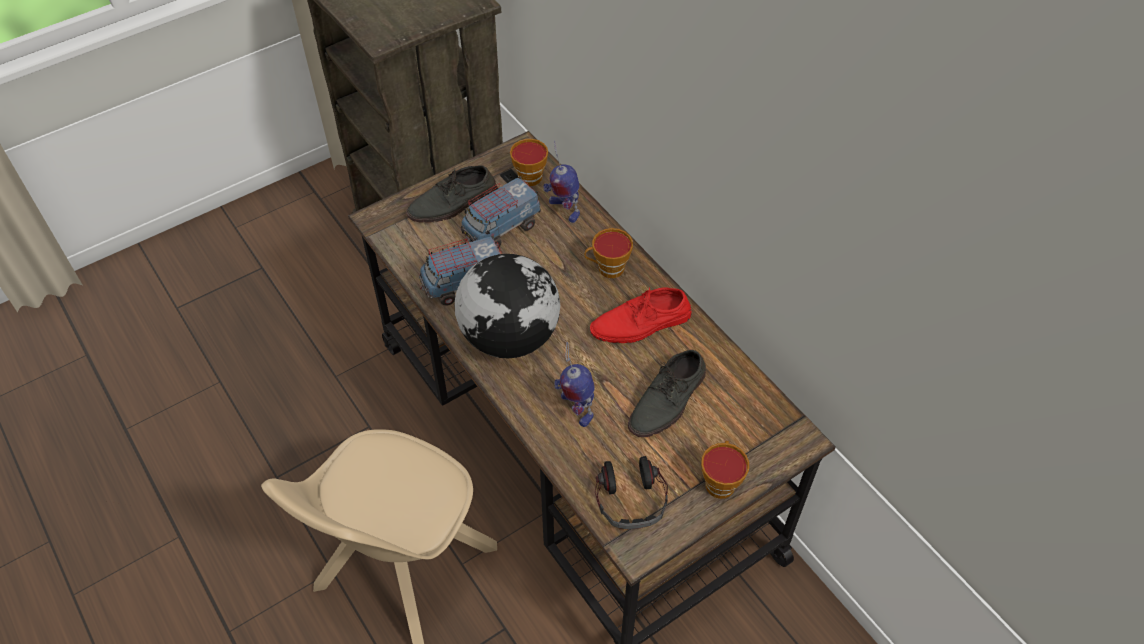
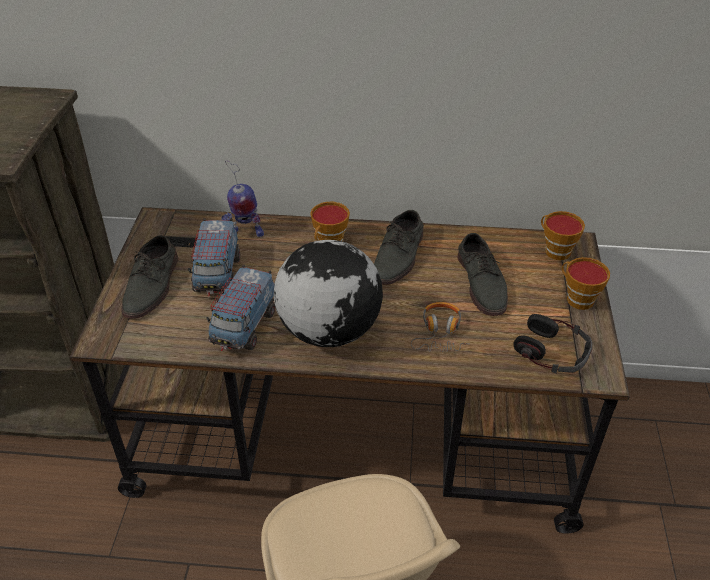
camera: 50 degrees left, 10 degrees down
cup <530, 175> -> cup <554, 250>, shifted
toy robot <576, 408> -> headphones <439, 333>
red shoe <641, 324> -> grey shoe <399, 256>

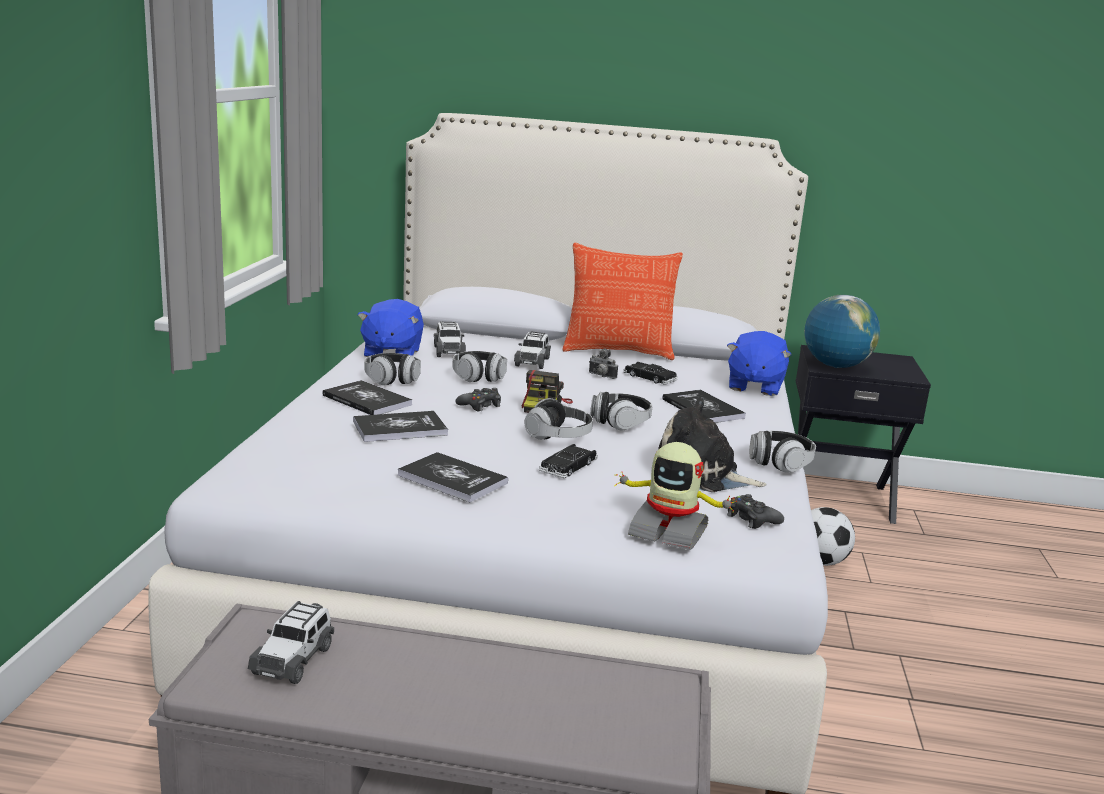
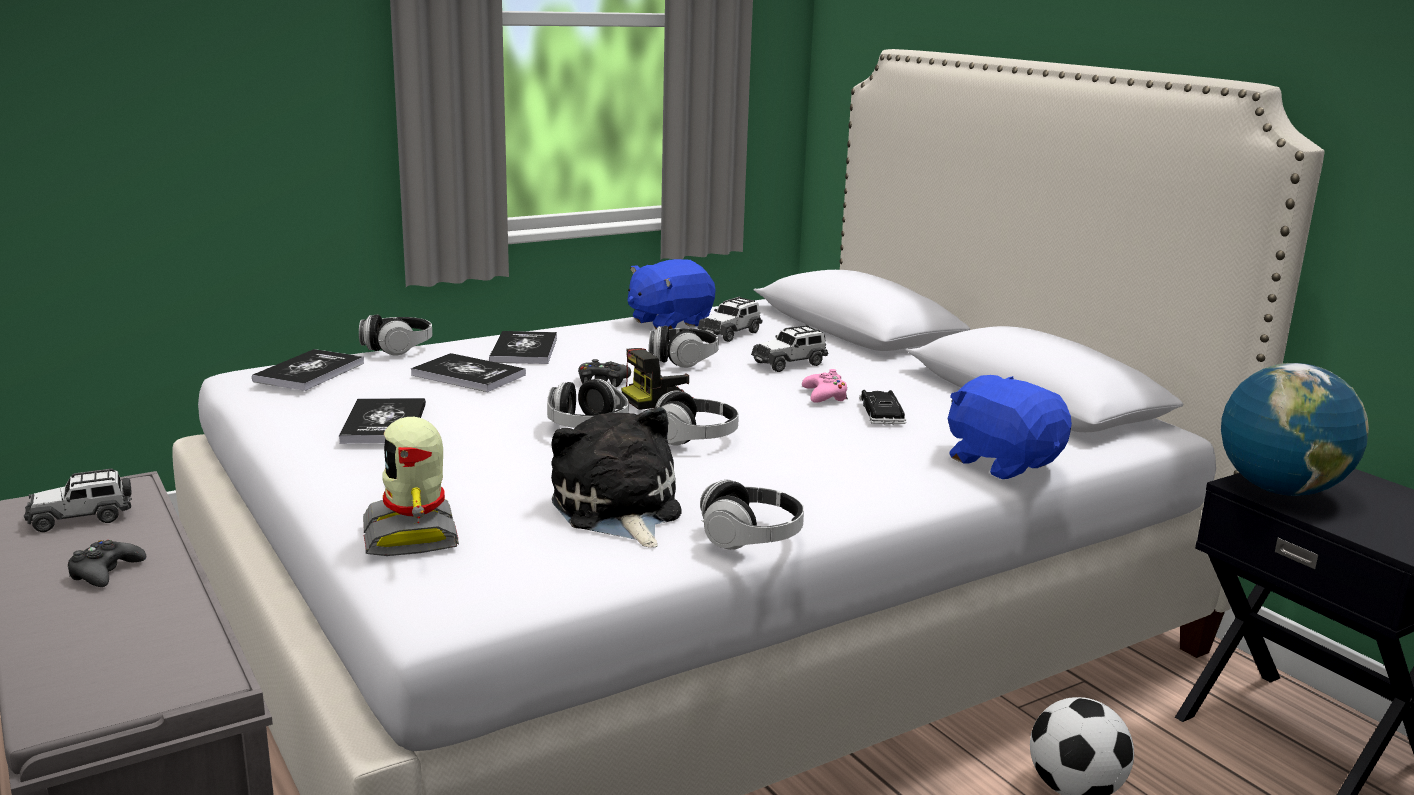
camera: 50 degrees right, 0 degrees up
headphones <392, 379> -> headphones <397, 348>, shifted
black toy car <568, 467> -> none
orange pillow <618, 351> -> none
photo camera <601, 376> -> pink game controller <824, 396>
book <702, 408> -> book <309, 372>, shifted
blue plush toy <754, 386> -> blue plush toy <1002, 462>, 75 degrees clockwise
black game controller <751, 519> -> black game controller <105, 572>, shifted

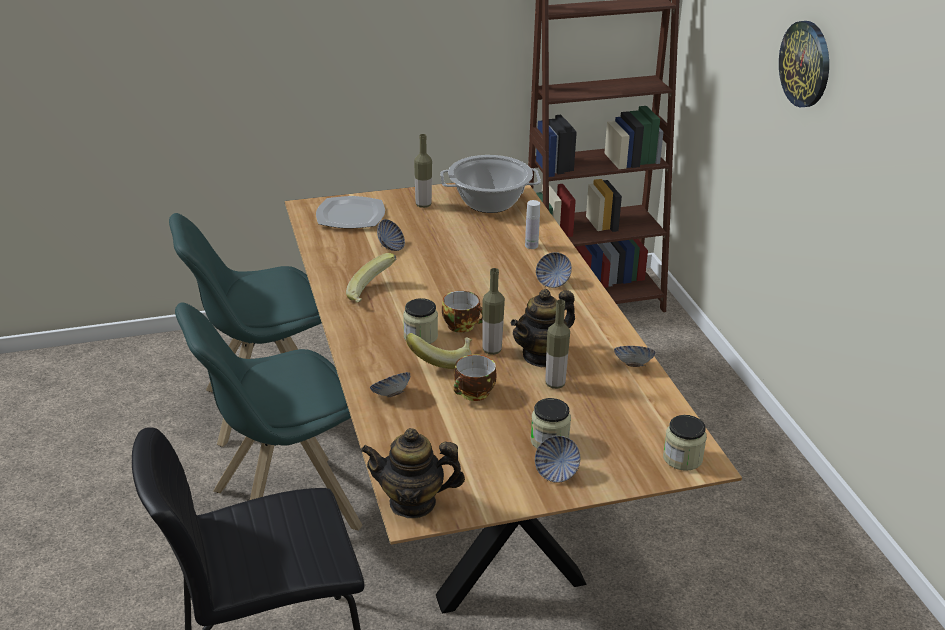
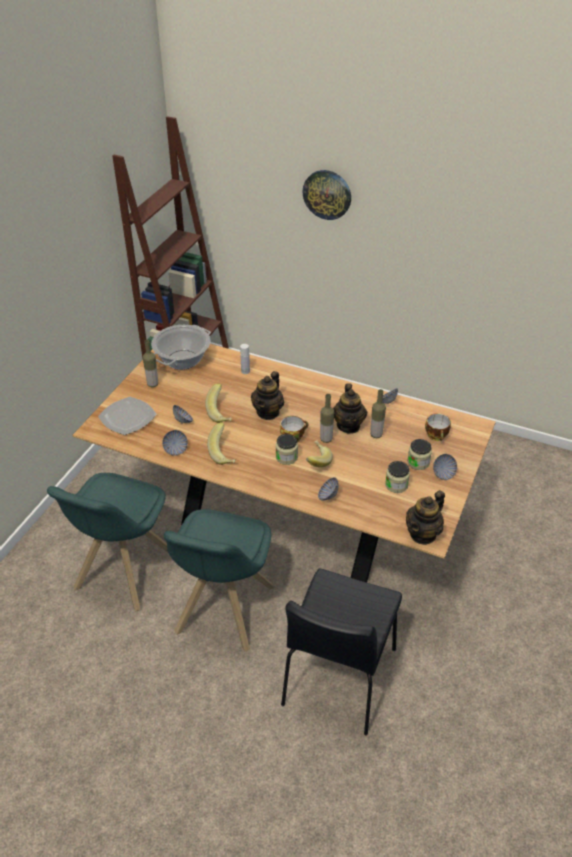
camera: 50 degrees left, 10 degrees up
cup <474, 394> -> cup <437, 436>, shifted
bowl <553, 282> -> bowl <175, 449>, shifted
jar <682, 458> -> jar <396, 485>, shifted
none -> banana <221, 412>
none -> teapot <268, 412>

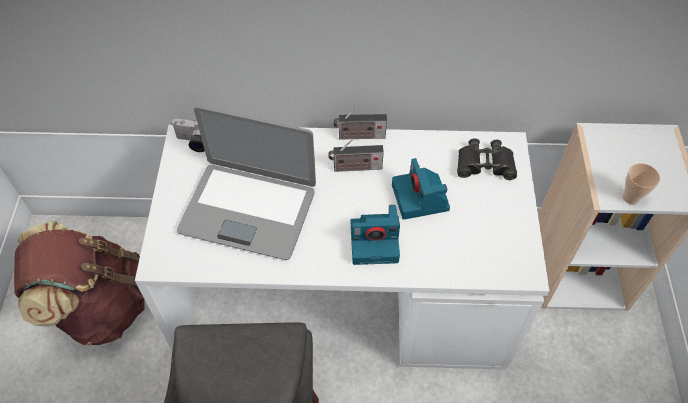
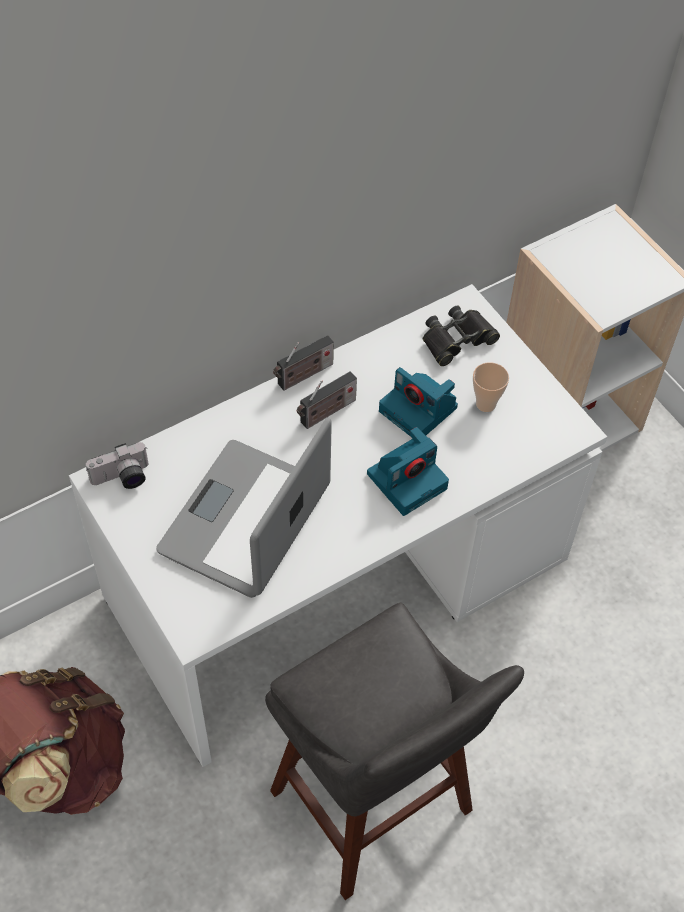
camera: 35 degrees left, 0 degrees up
laptop <248, 210> -> laptop <246, 520>, 135 degrees clockwise
cup <631, 197> -> cup <486, 404>, shifted

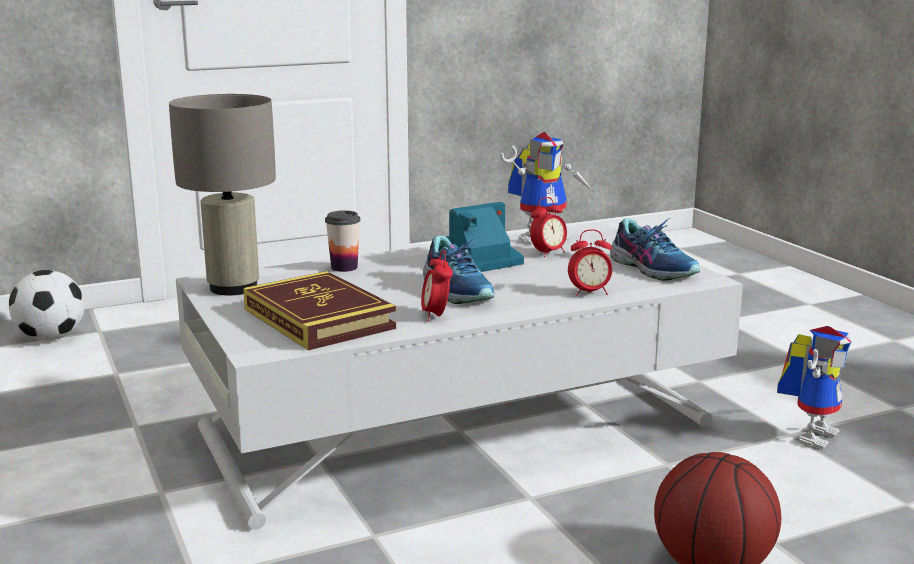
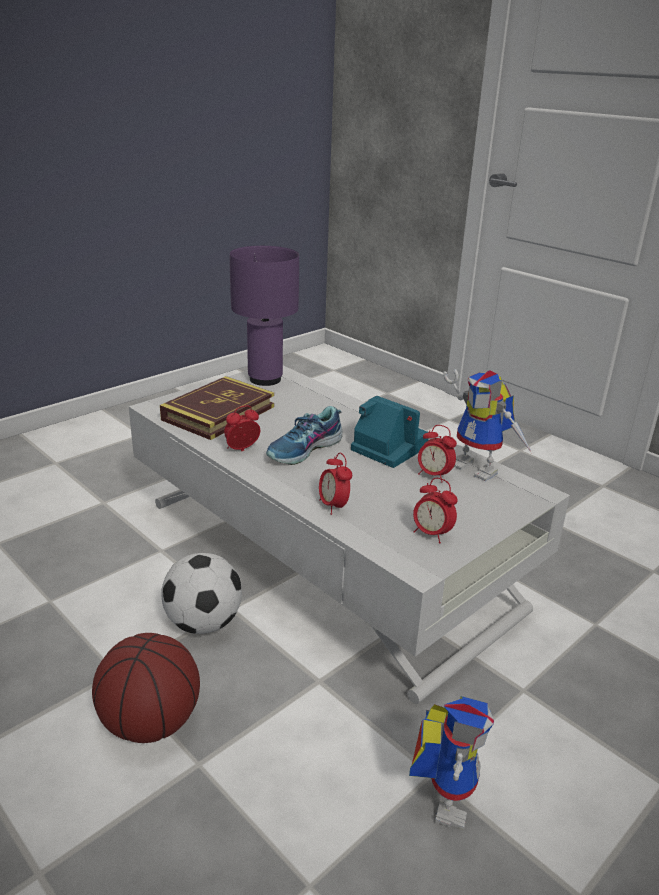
camera: 70 degrees right, 10 degrees up
football <51, 338> -> football <204, 623>, shifted
grey table lamp <235, 288> -> purple table lamp <265, 380>
cup <344, 267> -> none
shoe <653, 268> -> alarm clock <431, 534>
toy robot <811, 434> -> toy robot <444, 794>, 90 degrees counterclockwise

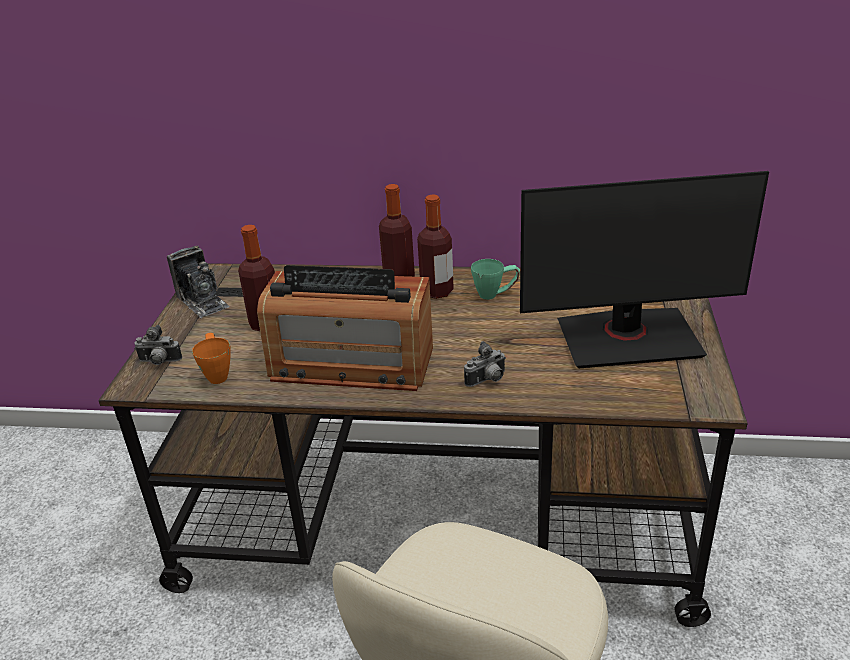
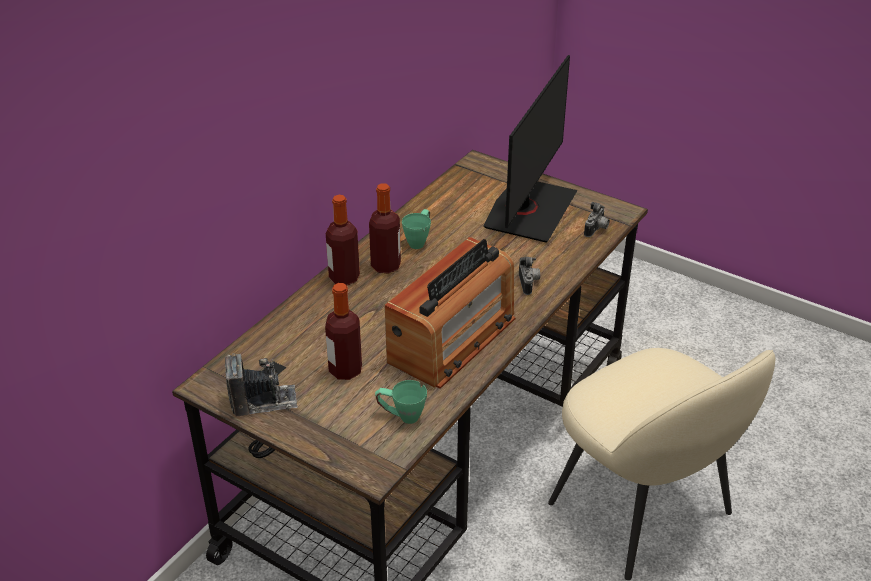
camera: 65 degrees left, 5 degrees up
photo camera <159, 362> -> photo camera <596, 230>, shifted
orange mug <217, 373> -> green mug <401, 416>

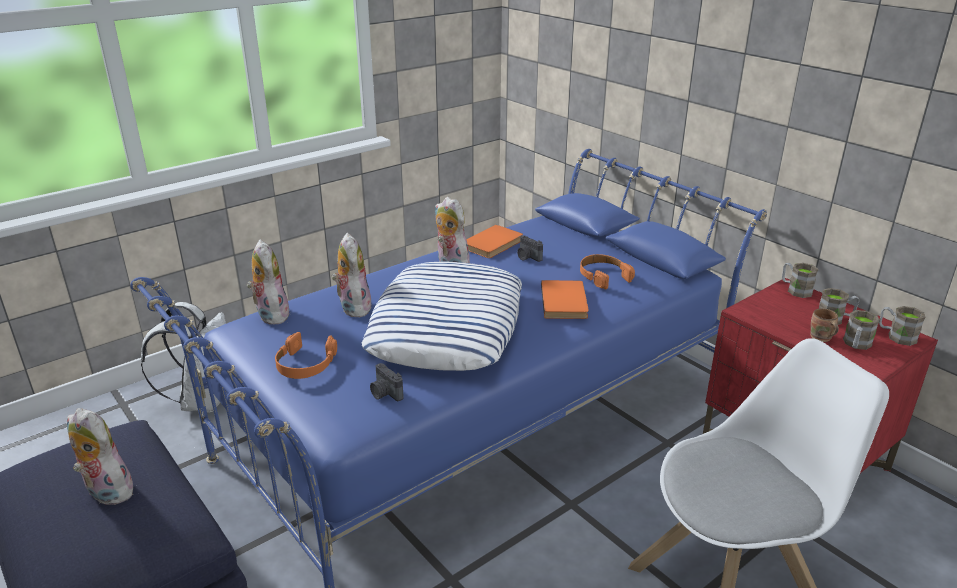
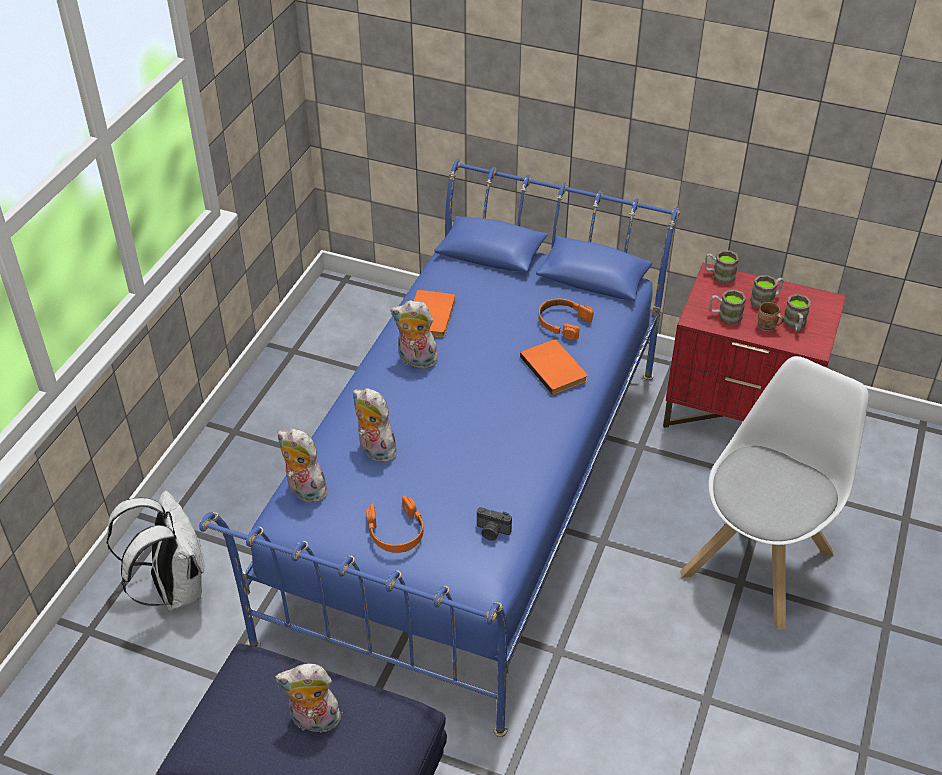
camera: 30 degrees left, 15 degrees up
pillow <447, 327> -> none
photo camera <527, 257> -> none
brown mug <896, 336> -> brown mug <725, 316>, shifted

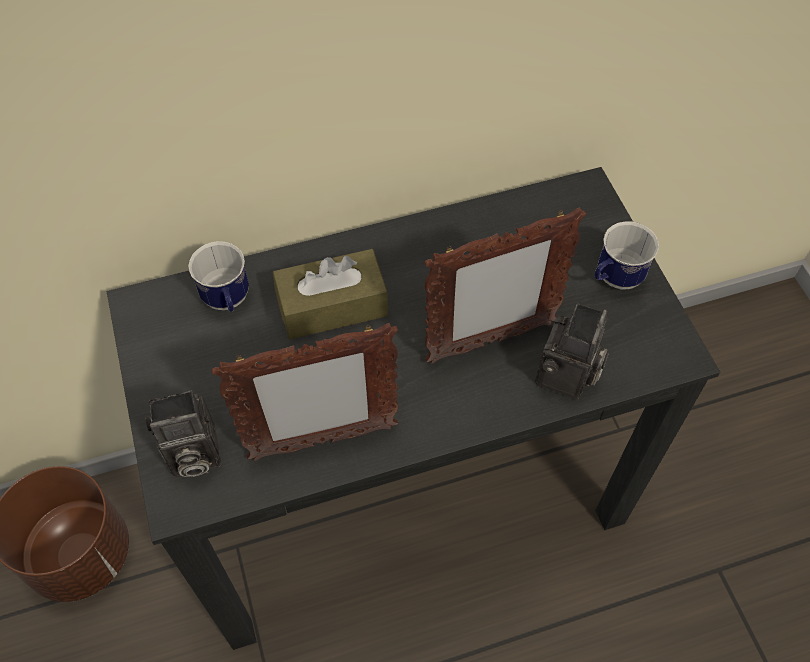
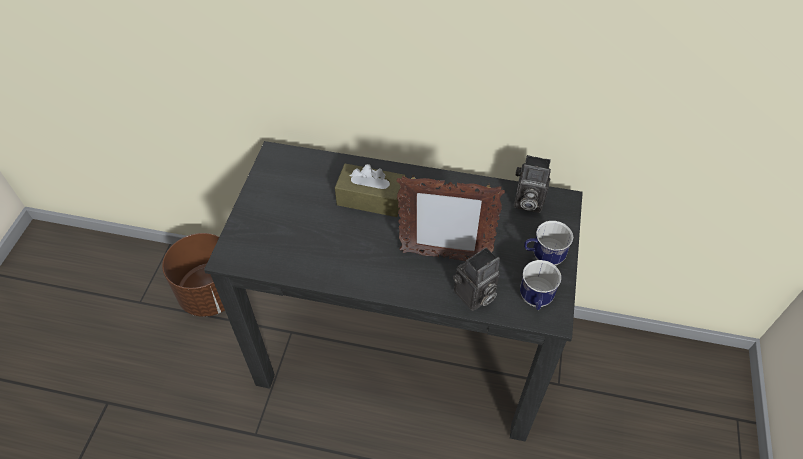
camera: 30 degrees right, 5 degrees down
photo camera <191, 455> -> photo camera <526, 202>, shifted
mug <228, 302> -> mug <535, 301>, shifted
picture frame <322, 442> -> none

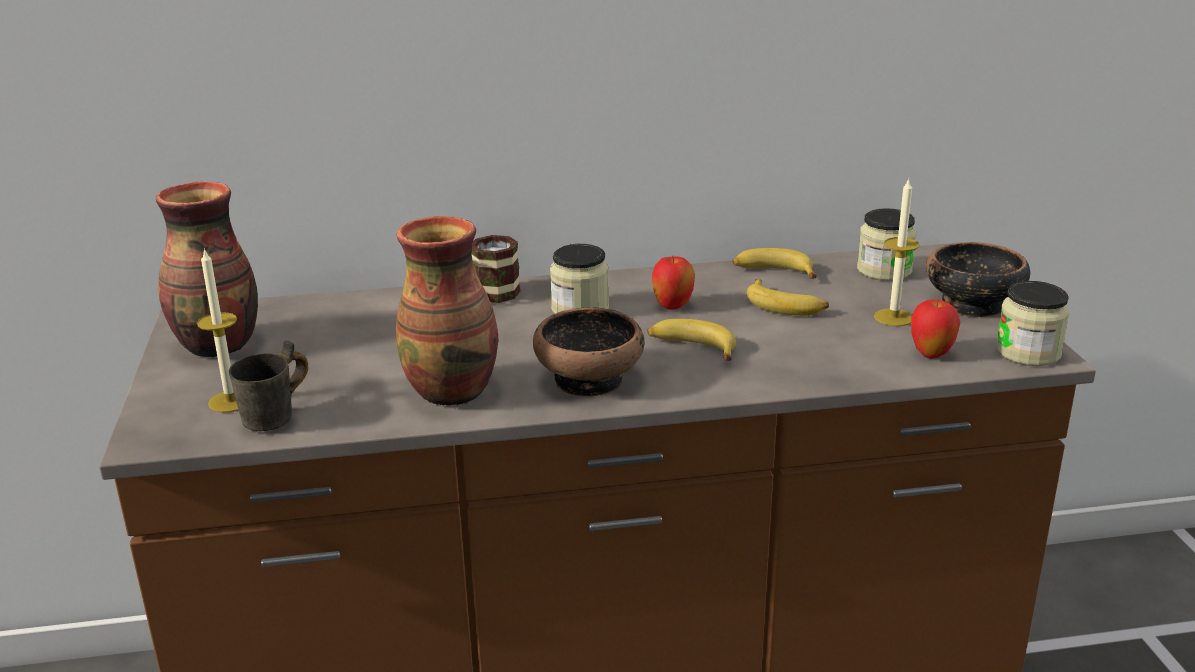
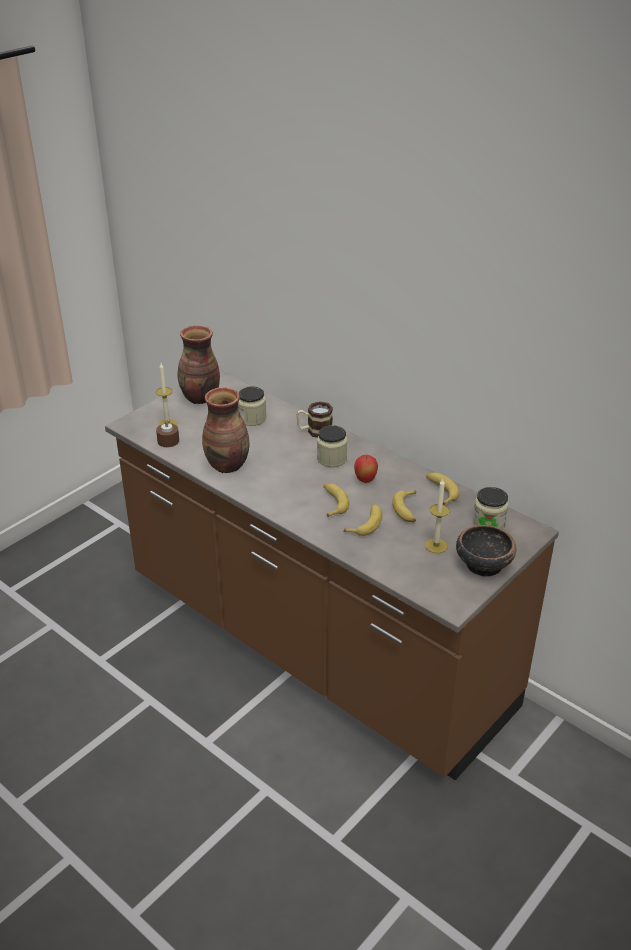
camera: 50 degrees right, 10 degrees up
grey mug <281, 418> -> brown candle <168, 441>
bowl <590, 380> -> none
apple <931, 354> -> none
jar <1028, 352> -> jar <252, 418>, shifted
none -> banana <365, 523>

